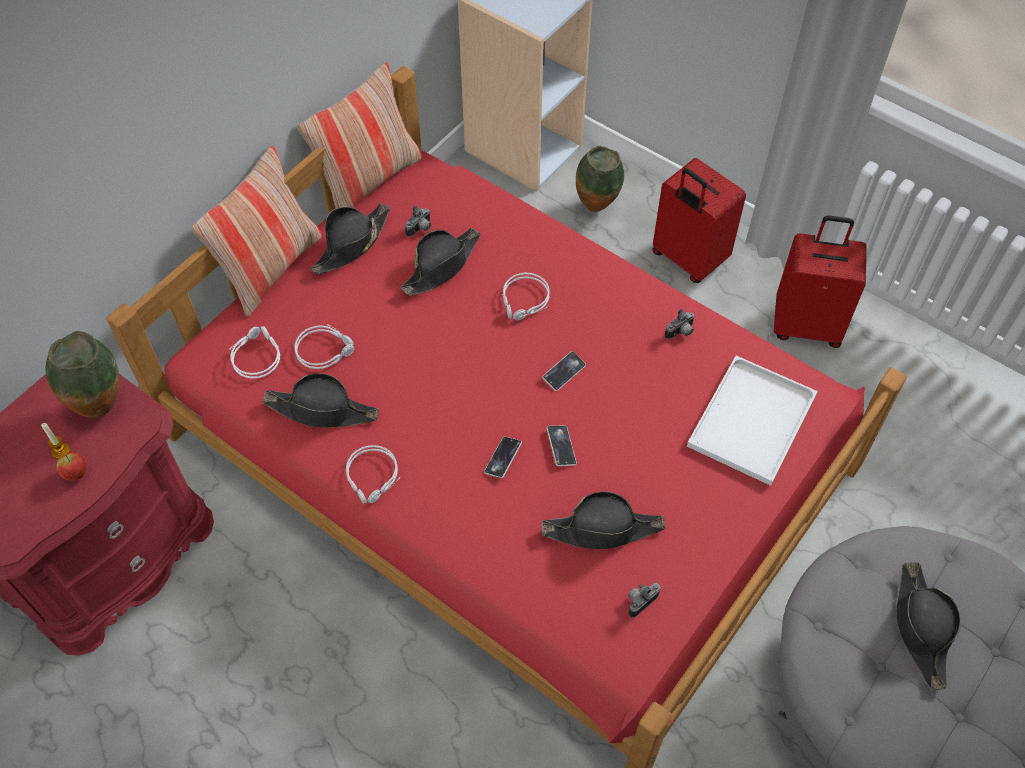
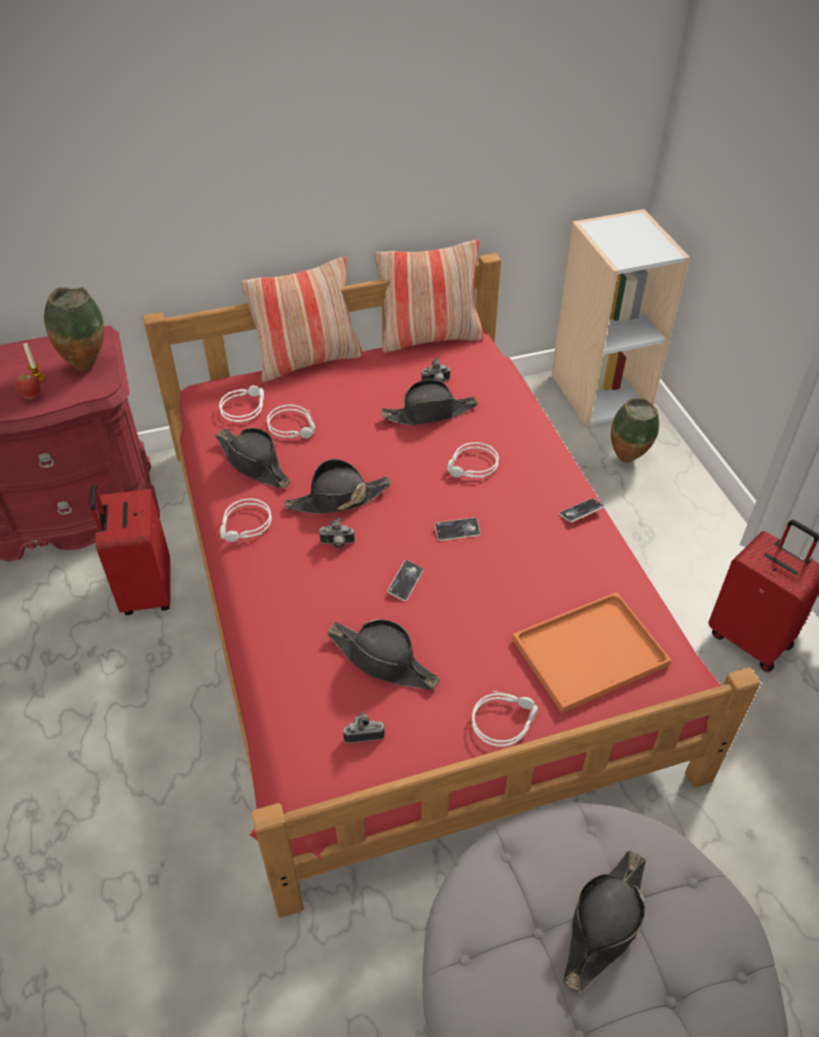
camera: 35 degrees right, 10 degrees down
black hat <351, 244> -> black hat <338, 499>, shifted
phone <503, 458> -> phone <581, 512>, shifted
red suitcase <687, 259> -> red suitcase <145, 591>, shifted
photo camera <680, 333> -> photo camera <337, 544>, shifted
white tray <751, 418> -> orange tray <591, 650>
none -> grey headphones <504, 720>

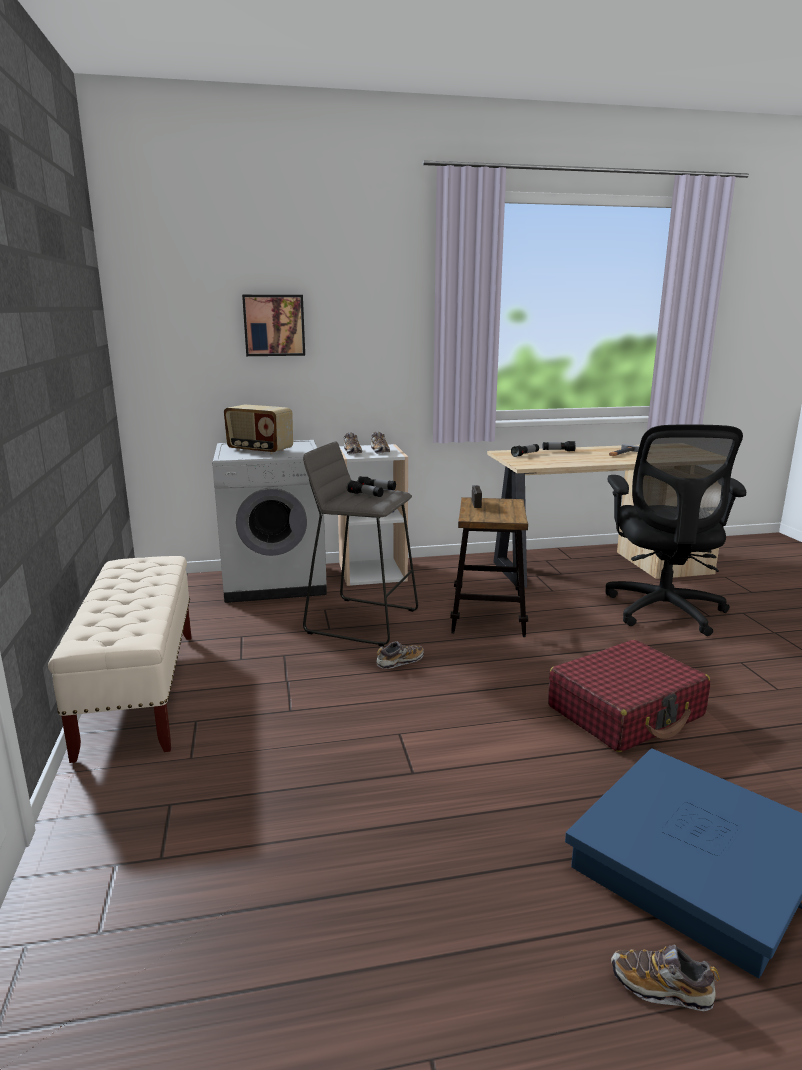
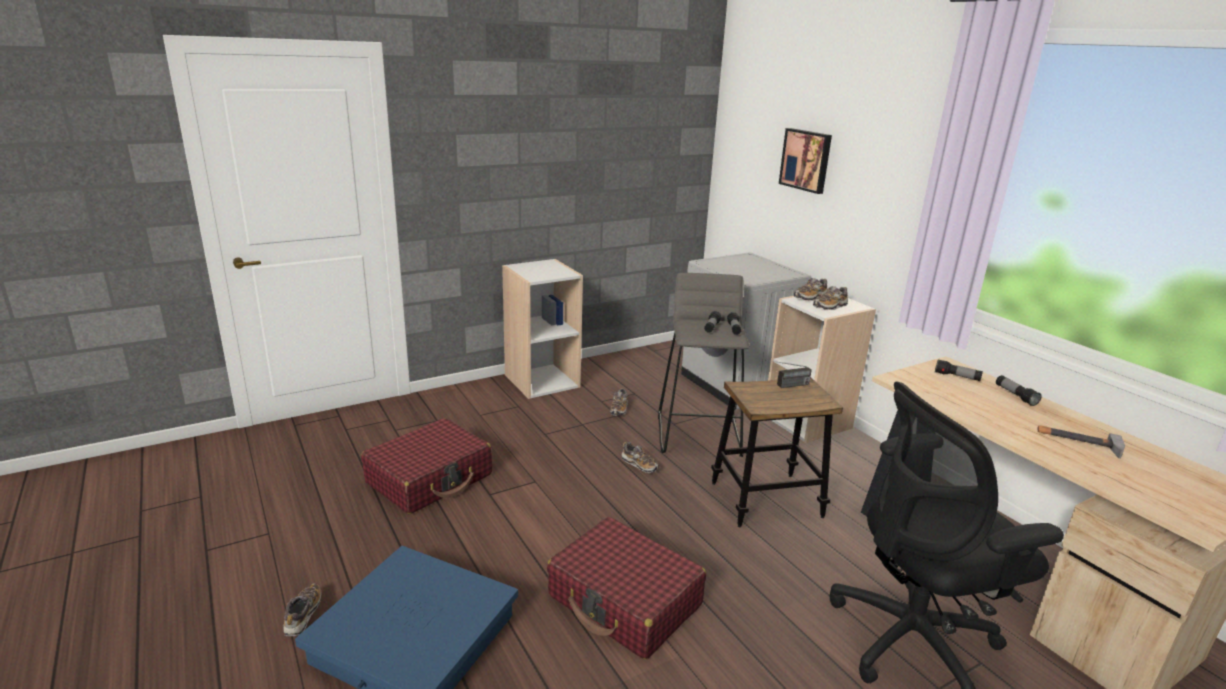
camera: 70 degrees right, 5 degrees up
beige bench <140, 691> -> bookcase <542, 381>
radio <259, 450> -> none
none -> red suitcase <430, 479>
none -> shoe <619, 409>

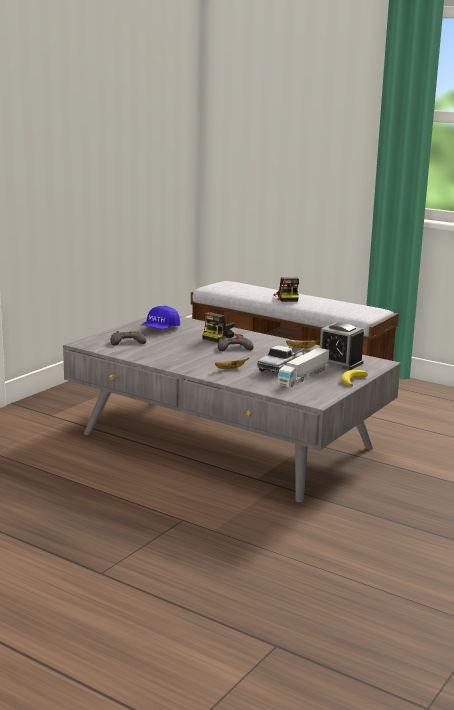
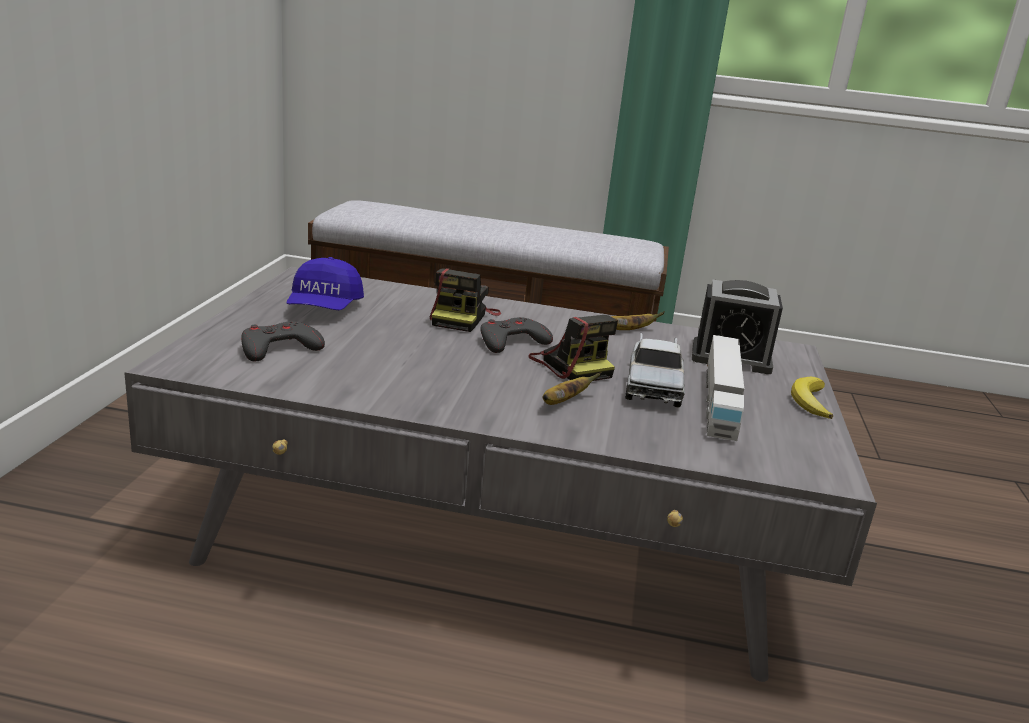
camera: 25 degrees left, 5 degrees up
photo camera <287, 298> -> photo camera <571, 365>, shifted

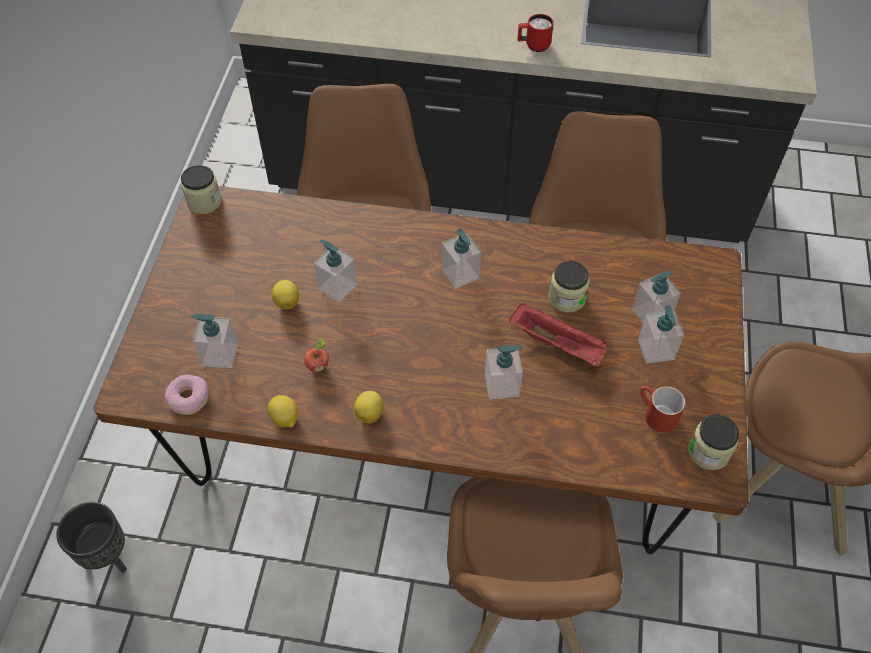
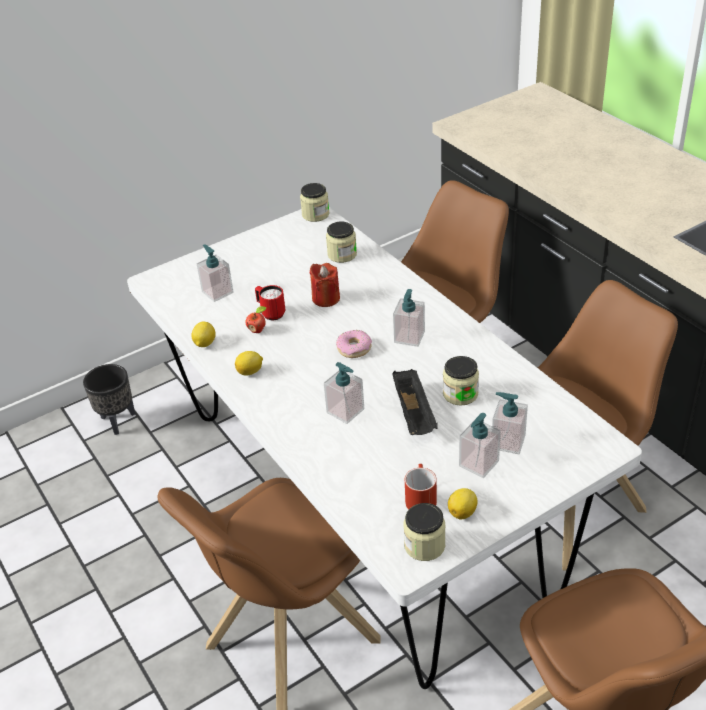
camera: 50 degrees right, 15 degrees down
brown dining table <437, 443> -> white dining table <366, 503>
donut <188, 398> -> donut <354, 348>, shifted
lemon <287, 301> -> lemon <463, 512>, shifted
soap dispenser <337, 286> -> red candle <326, 298>
red tray <557, 344> -> black tray <414, 414>
red mug <533, 46> -> red mug <270, 313>, shifted
none -> jar <342, 254>

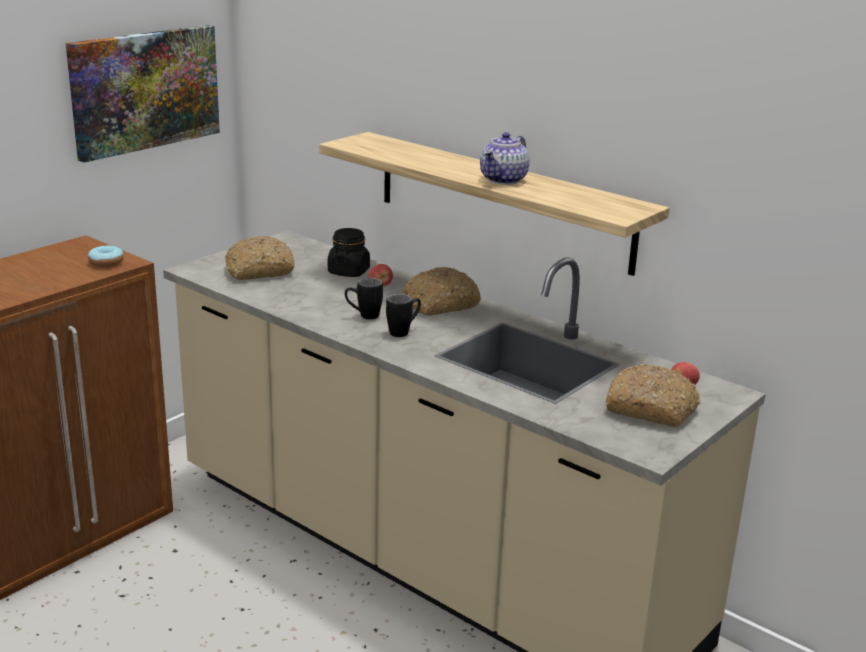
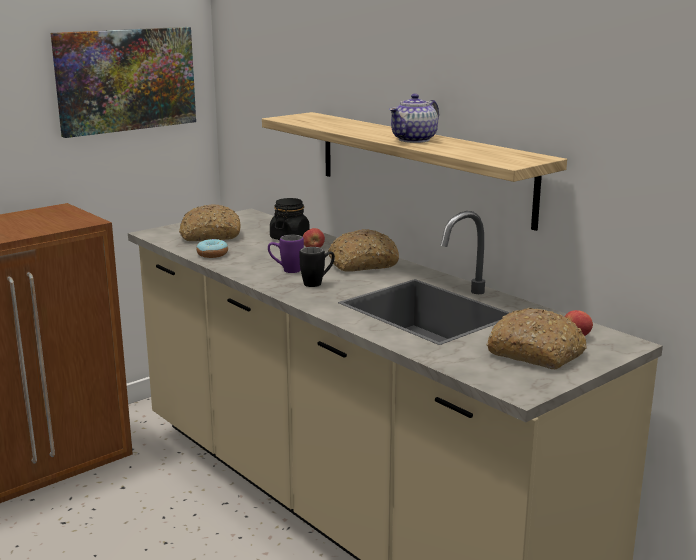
camera: 10 degrees right, 5 degrees down
donut <106, 263> -> donut <212, 254>, shifted
black mug <363, 316> -> purple mug <286, 270>

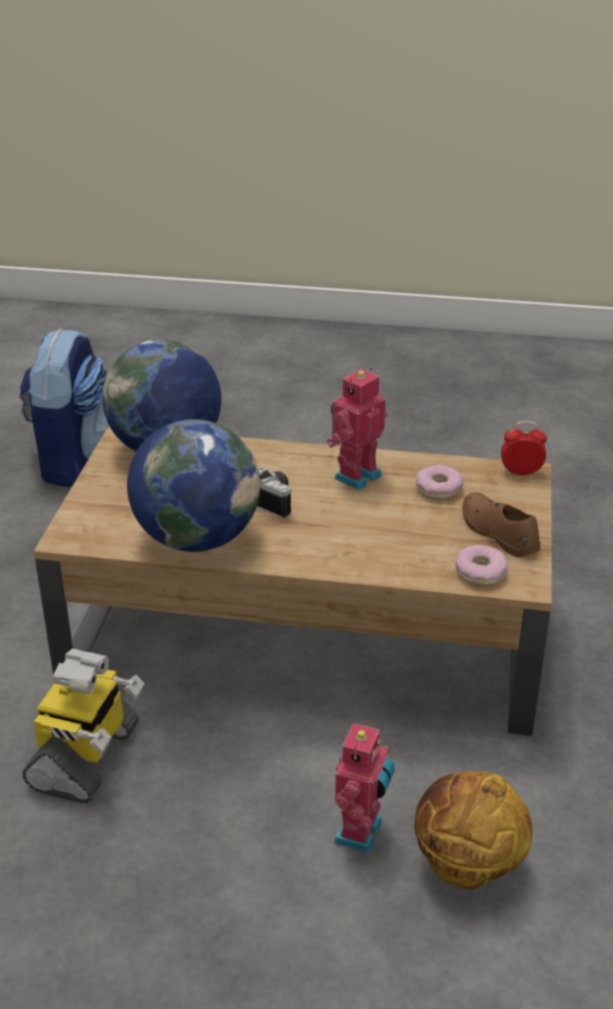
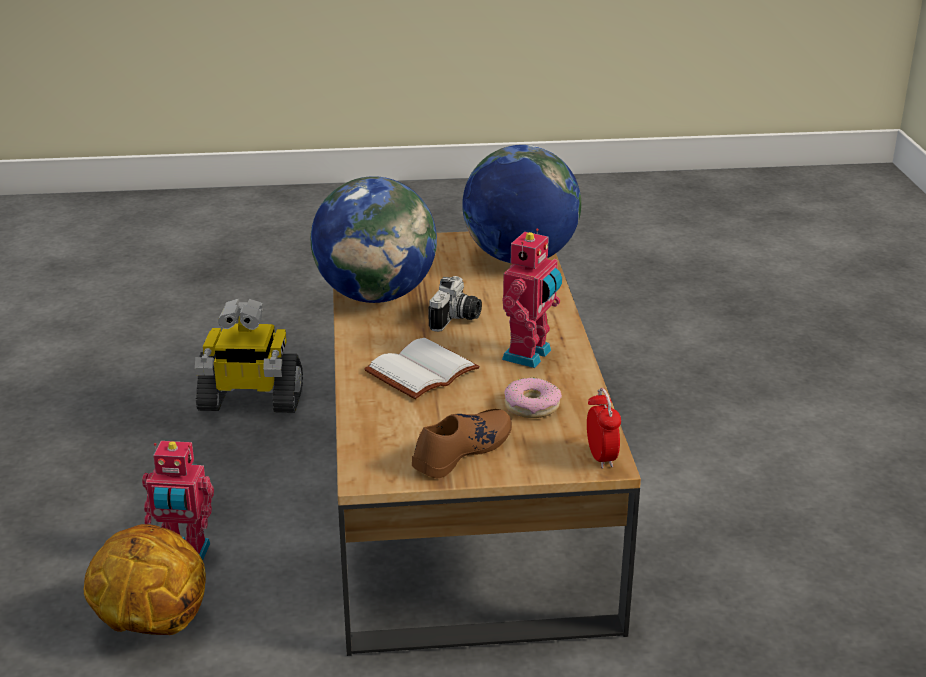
camera: 75 degrees right, 5 degrees down
backpack <73, 461> -> none
toy robot <355, 476> -> toy robot <530, 356>, 90 degrees clockwise
donut <481, 572> -> none
none -> white book <422, 373>

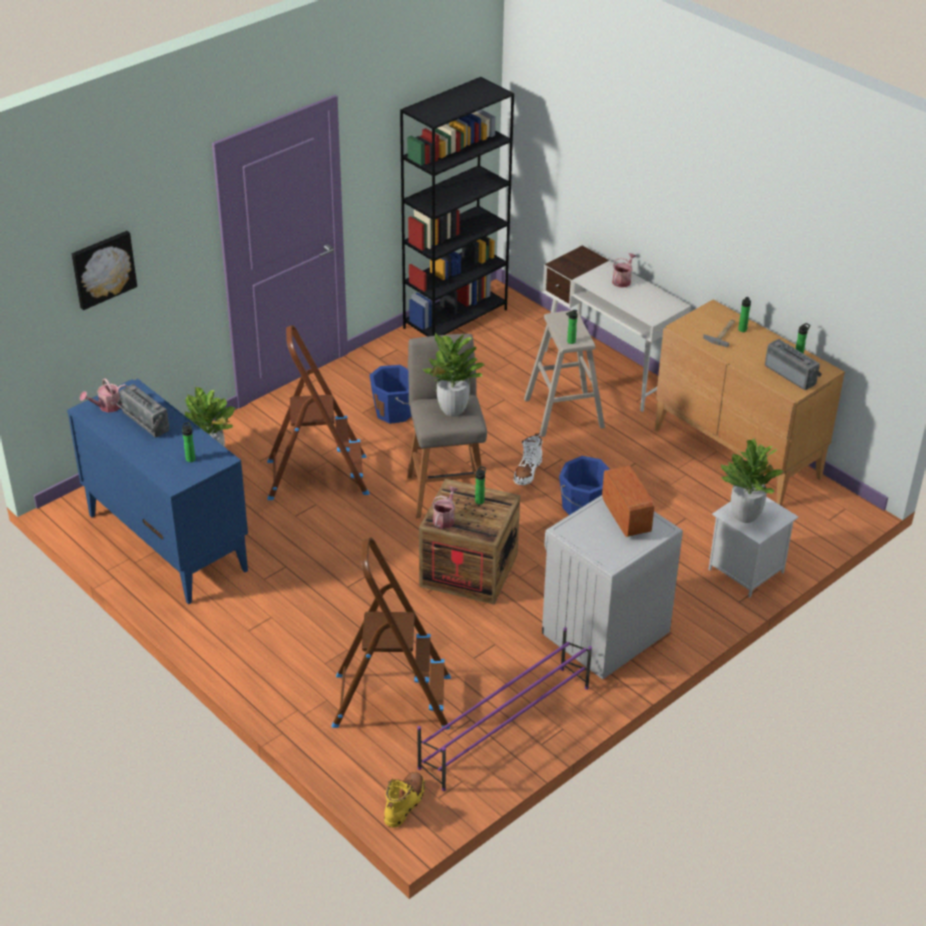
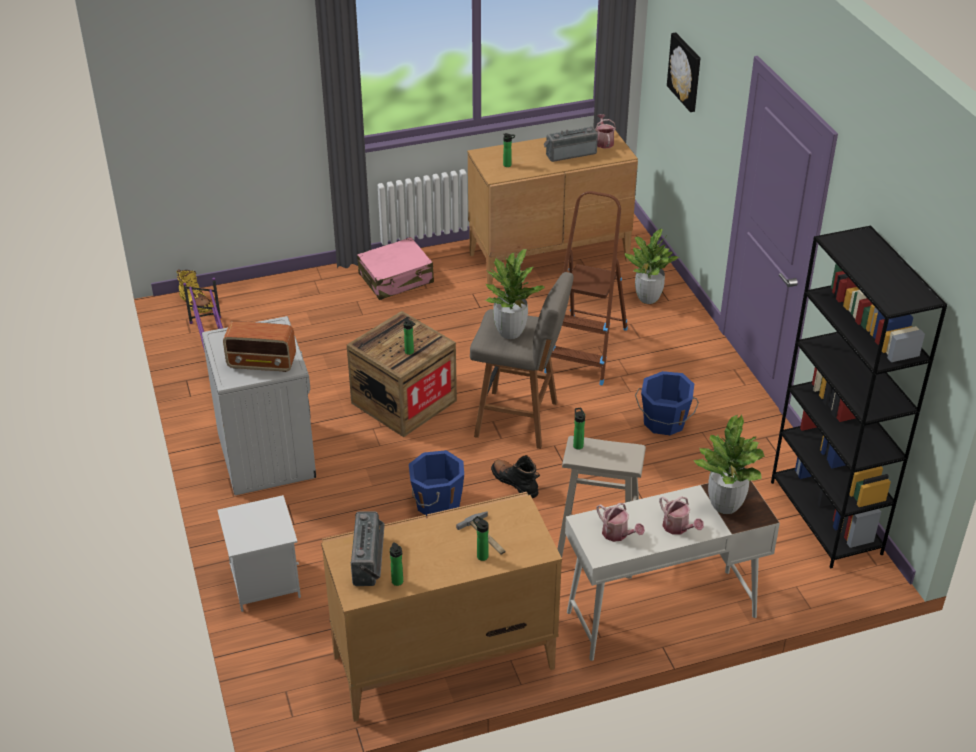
camera: 115 degrees right, 0 degrees up
blue cabinet <167, 542> -> brown cabinet <549, 258>
brown step ladder <393, 701> -> none
watering can <445, 519> -> watering can <618, 534>, shifted
white boot <527, 471> -> black boot <515, 483>
potted plant <745, 515> -> potted plant <725, 505>, shifted
radio <792, 374> -> radio <370, 560>, 75 degrees counterclockwise
none -> pink suitcase <396, 279>

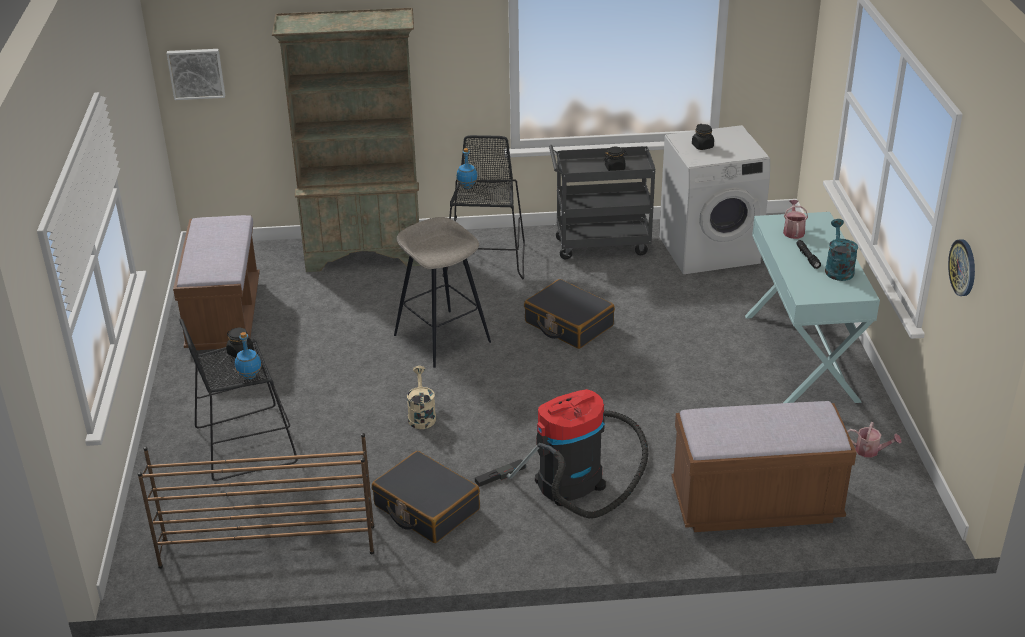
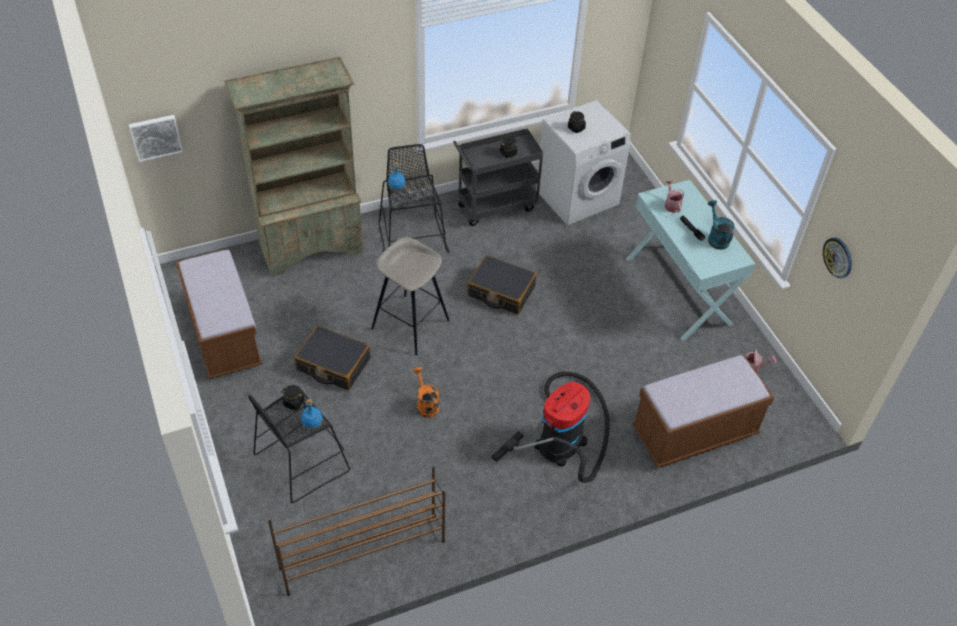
camera: 20 degrees left, 15 degrees up
black suitcase <426, 508> -> black suitcase <333, 364>, shifted
beige watering can <421, 415> -> orange watering can <426, 404>

